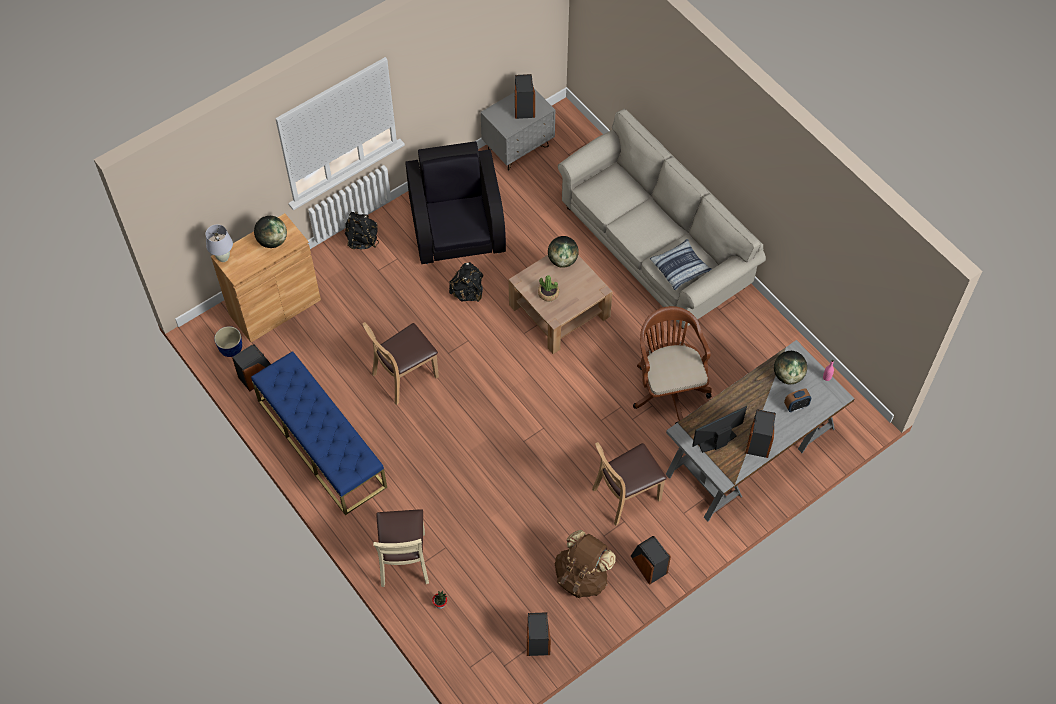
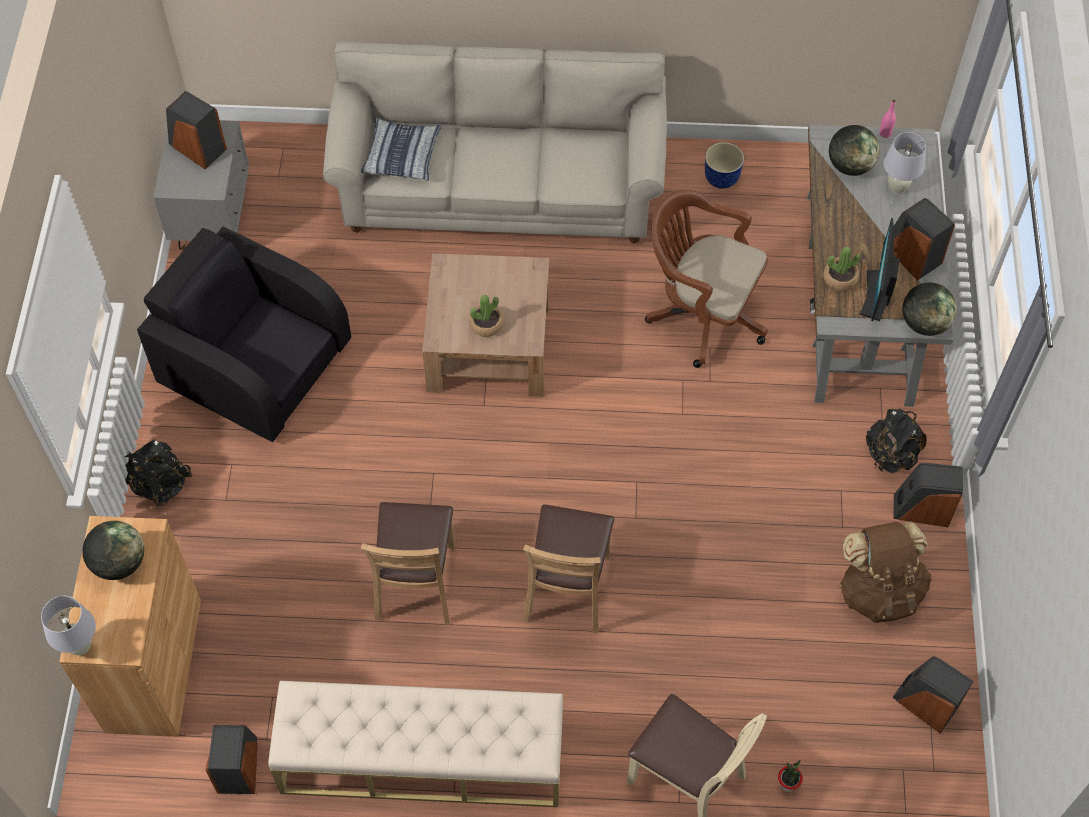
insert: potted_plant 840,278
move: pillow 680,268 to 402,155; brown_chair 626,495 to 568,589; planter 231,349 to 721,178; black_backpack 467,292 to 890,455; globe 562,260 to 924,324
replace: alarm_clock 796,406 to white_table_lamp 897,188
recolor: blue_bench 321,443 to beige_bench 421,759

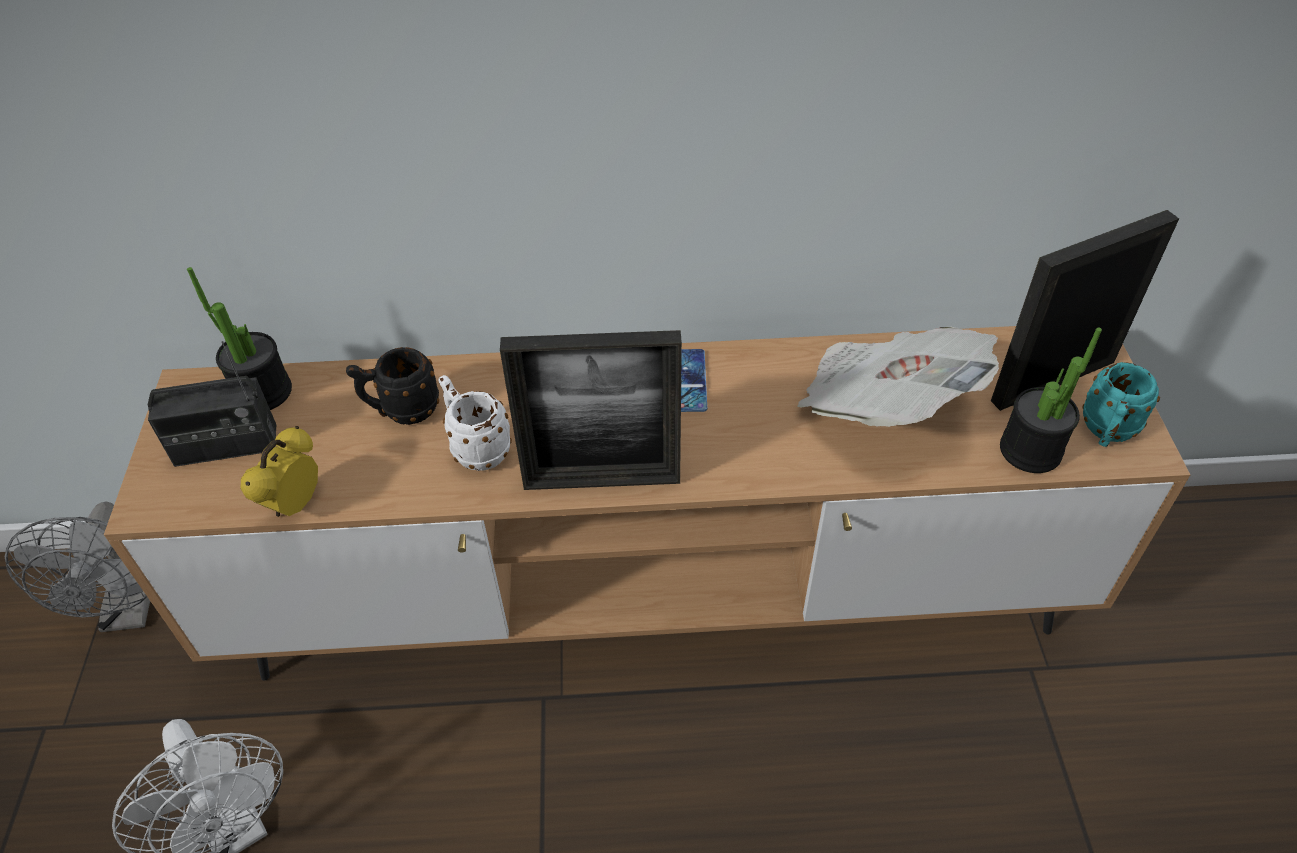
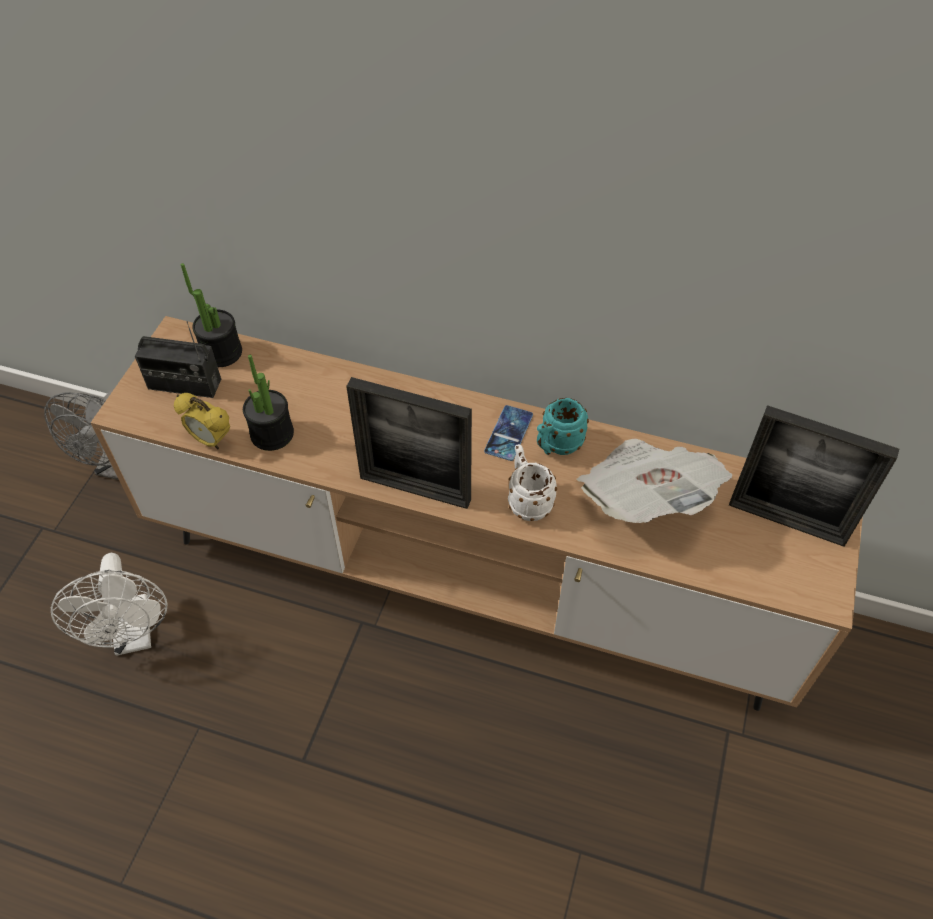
delete: black_mug 402,411
move: potted_plant 1030,450 to 272,434; white_mug 476,448 to 527,500; turquoise_mug 1106,432 to 556,446
rotate: alarm_clock 295,505 = 211,440 105 degrees counterclockwise; picture_frame 1053,381 = 787,521 150 degrees counterclockwise

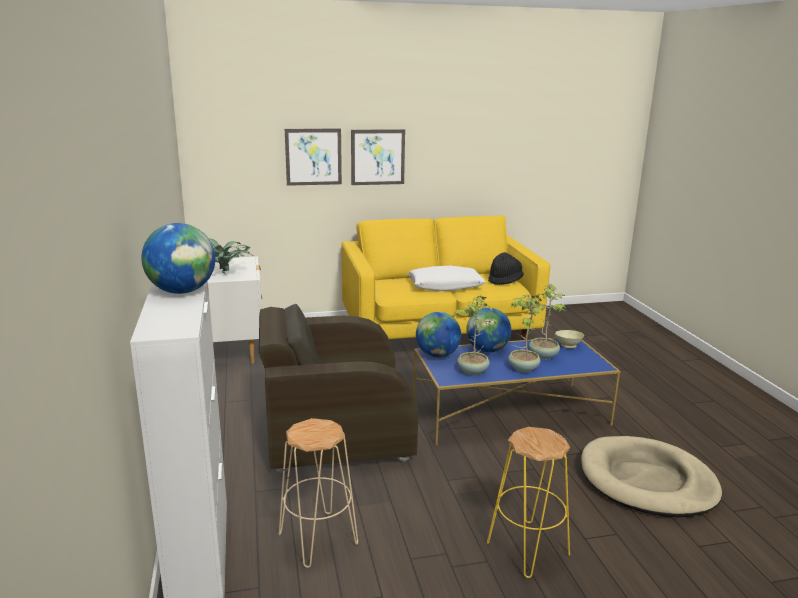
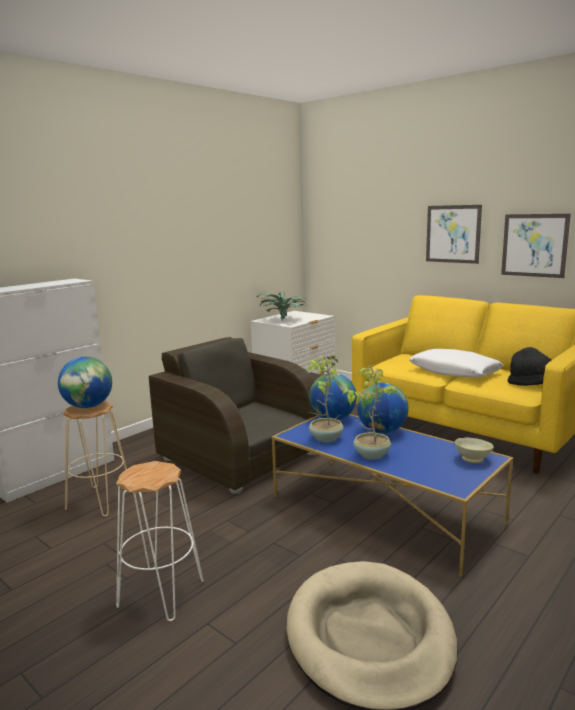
delete: potted_plant 543,355
move: globe 182,291 to 88,406; picture 313,157 to 534,245
recolor: yellow_stool 527,548 to white_stool 161,593

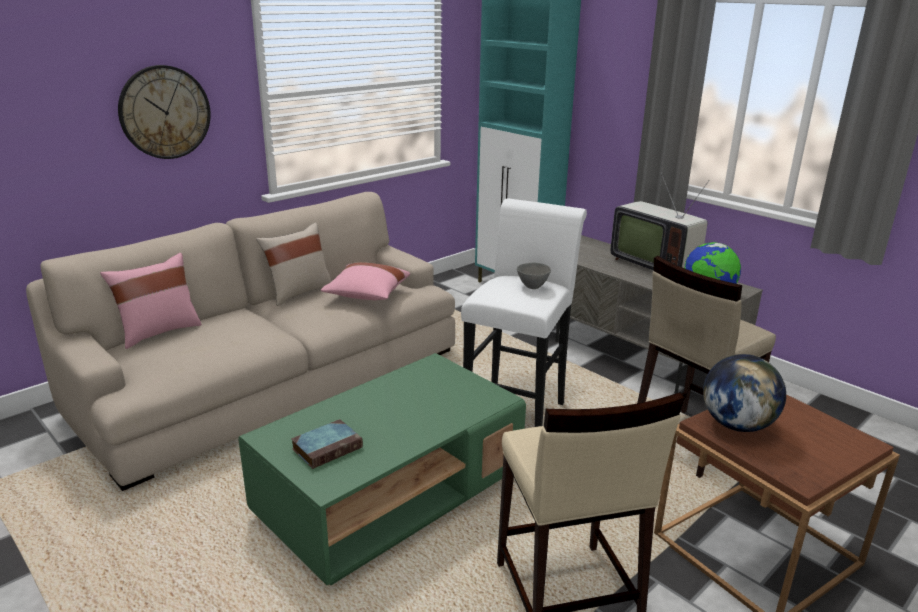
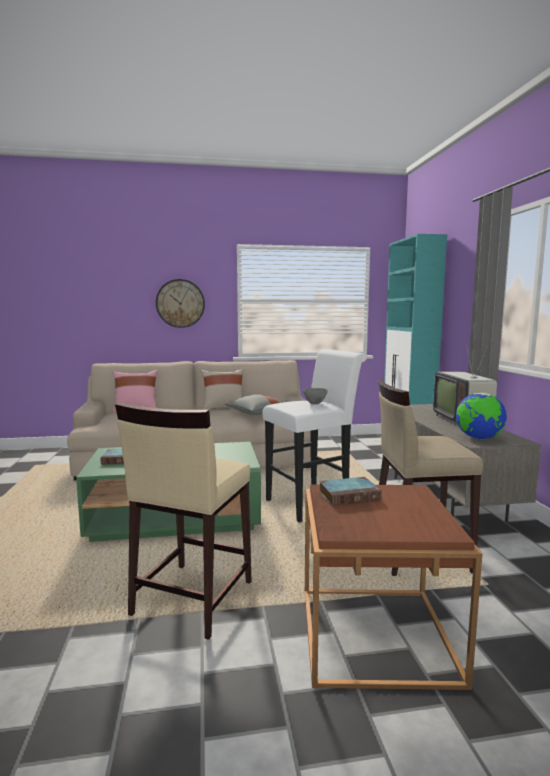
replace: globe 737,425 to book 350,495
recolor: pink_pillow 367,295 to grey_pillow 255,414

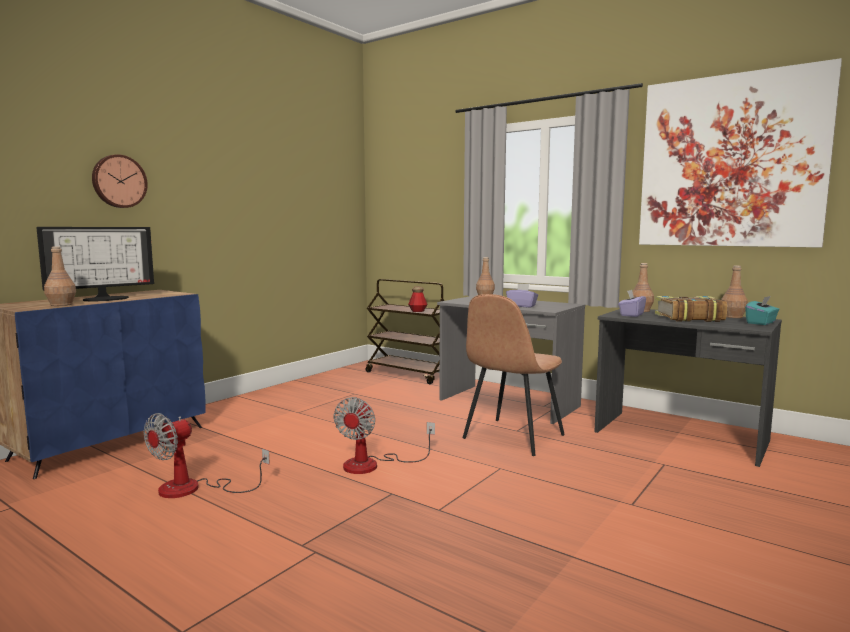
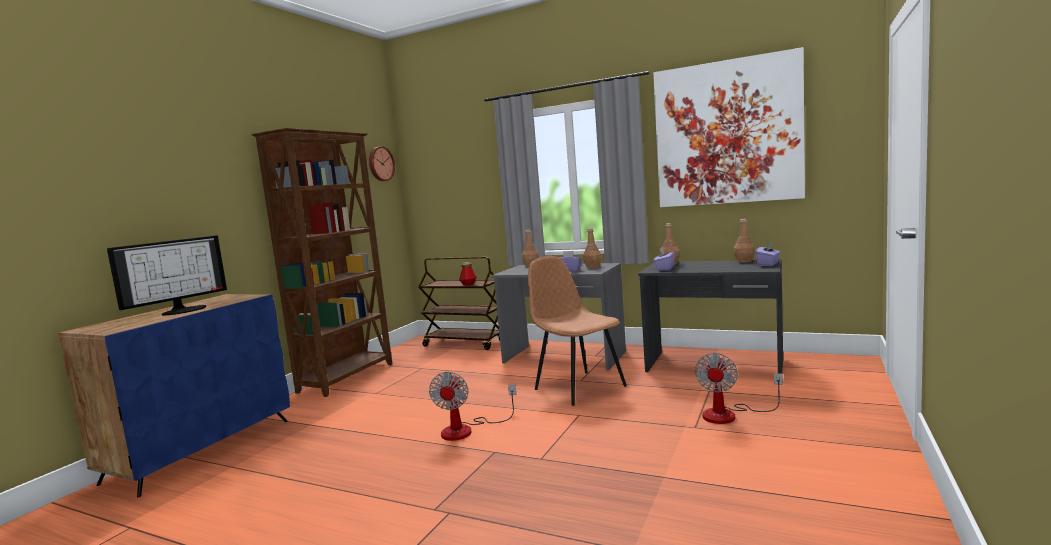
delete: book 688,318
insert: brown_bookcase 348,377
move: wall_clock 118,181 to 380,164; brown_bottle 61,305 to 592,267; fan 193,489 to 729,414
recolor: turquoise_tissue_box 761,323 to purple_tissue_box 768,264
rotate: brown_chair 512,437 = 578,387 120 degrees clockwise

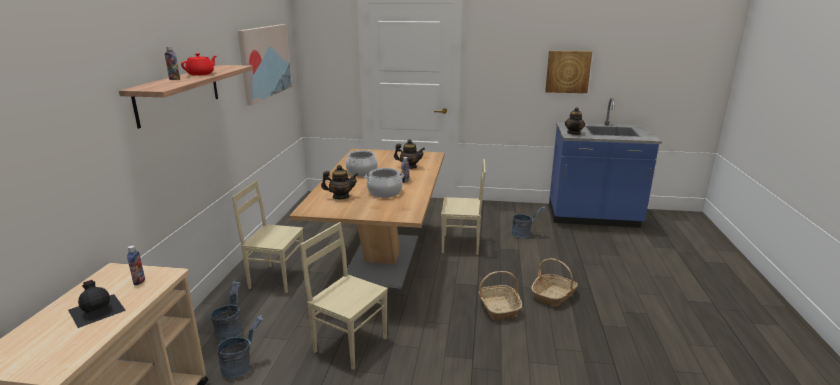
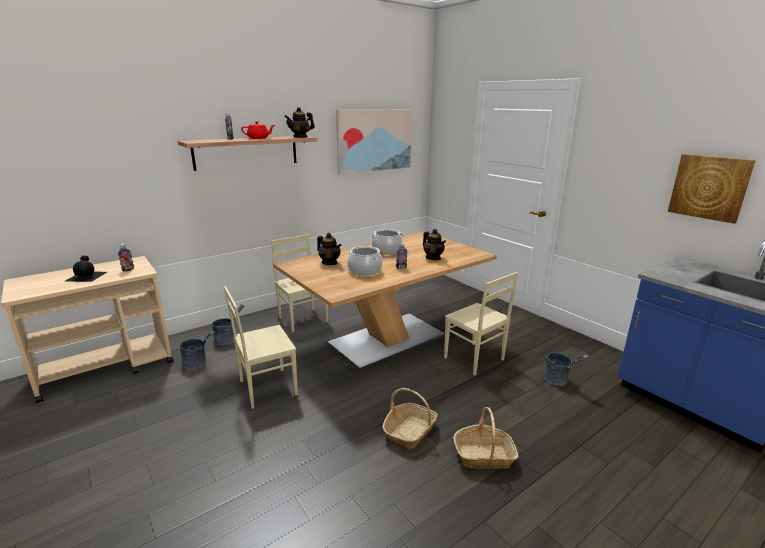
move: teapot 574,133 to 300,137
rotate: beige_chair 350,343 = 266,387 105 degrees counterclockwise

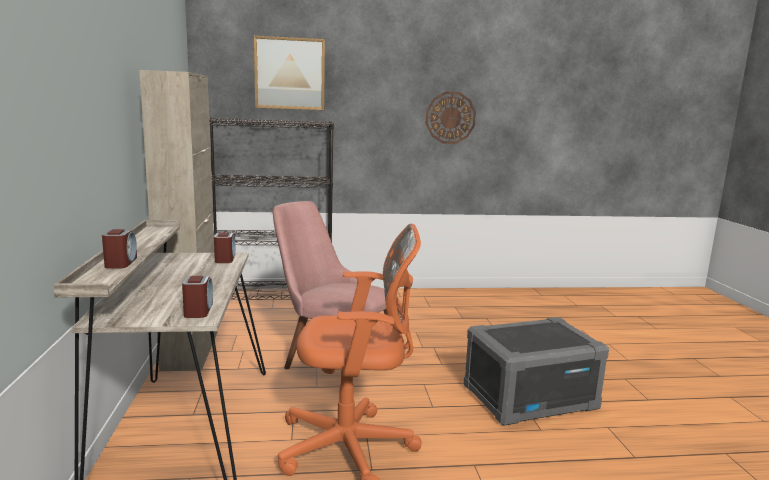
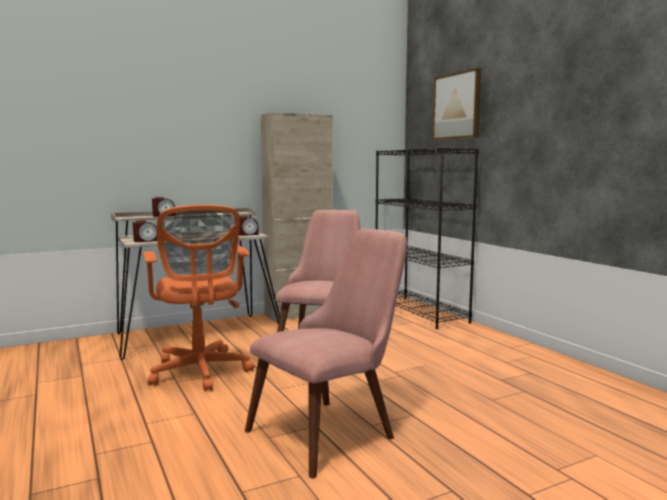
delete: wall_clock 450,117
replace: grey_storage_box 530,397 to pink_chair 333,428

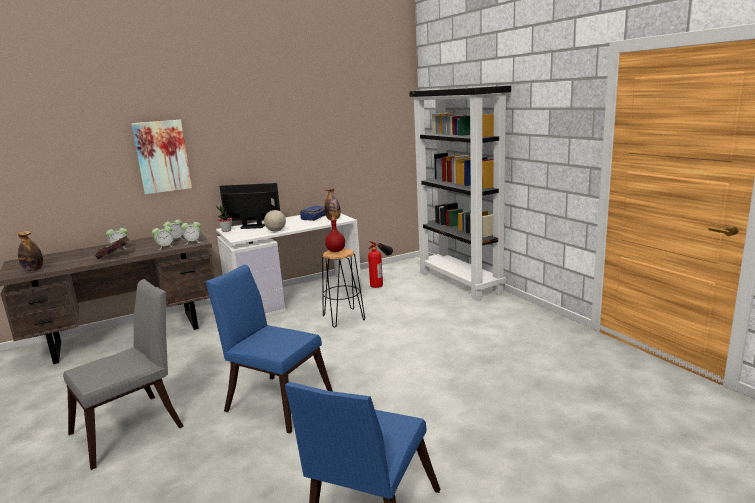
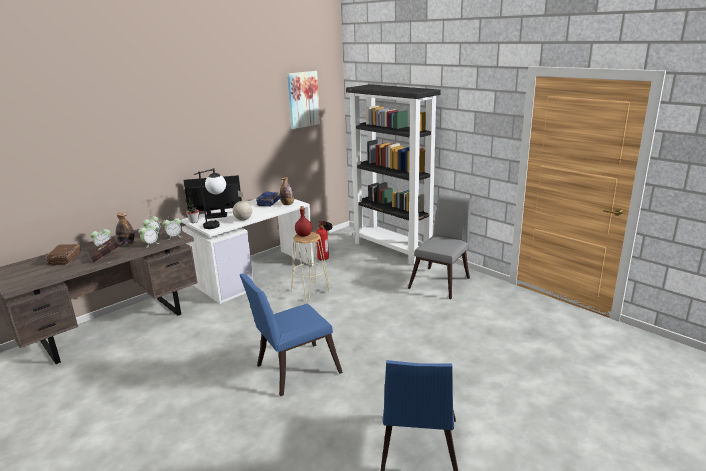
insert: brown_book 64,260; table_lamp 217,224
move: bottle 33,269 to 127,244; picture 162,156 to 303,99; grey_chair 134,427 to 442,281
recolor: black_stool 343,318 to beige_stool 310,291
rotate: blue_chair 275,400 = 293,370 45 degrees counterclockwise

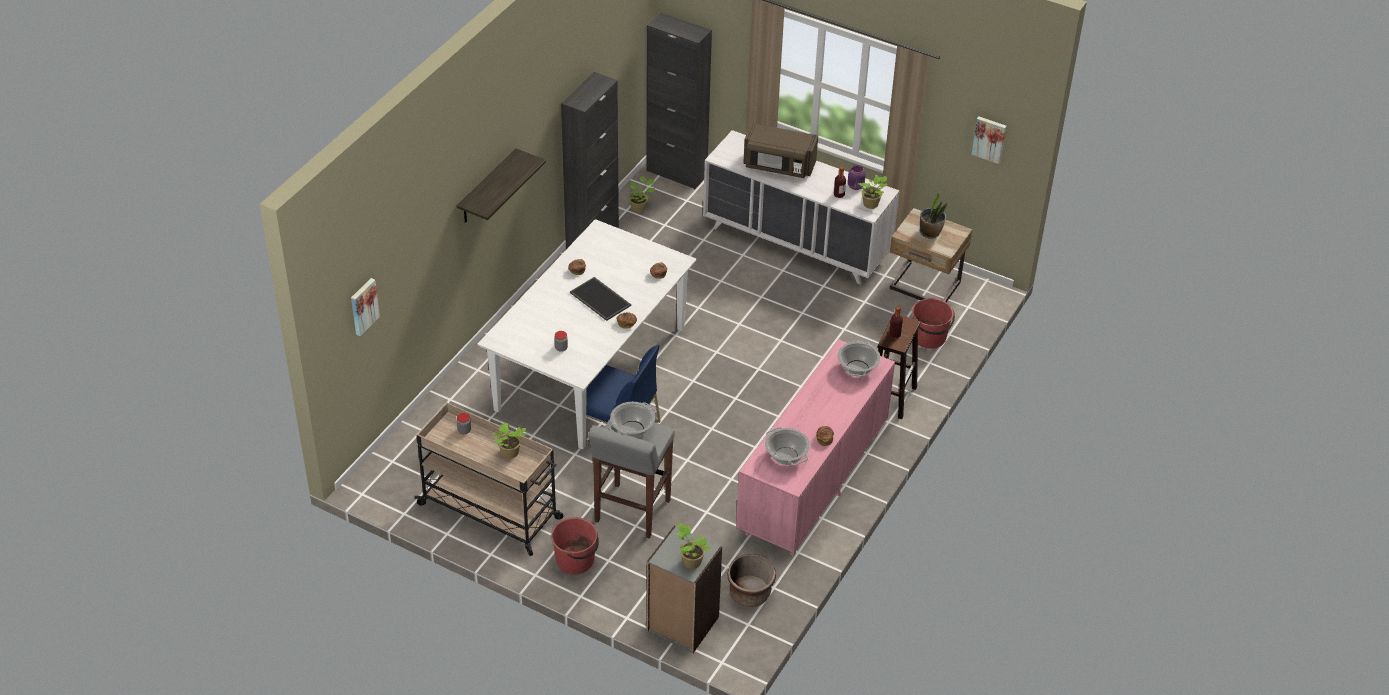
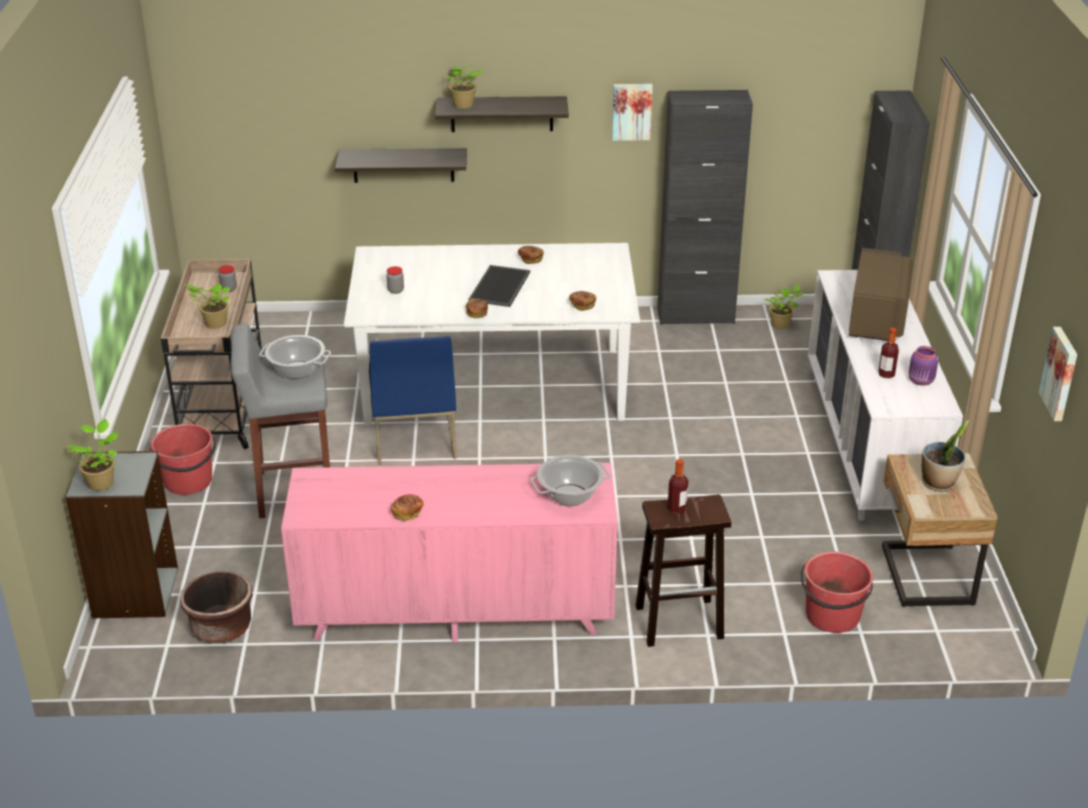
delete: cooking_pot 786,456
insert: shelf 403,165
move: potted_plant 871,205 to 463,106; picture 363,306 to 631,111
rotate: brown_microwave 778,166 = 877,317 150 degrees counterclockwise

